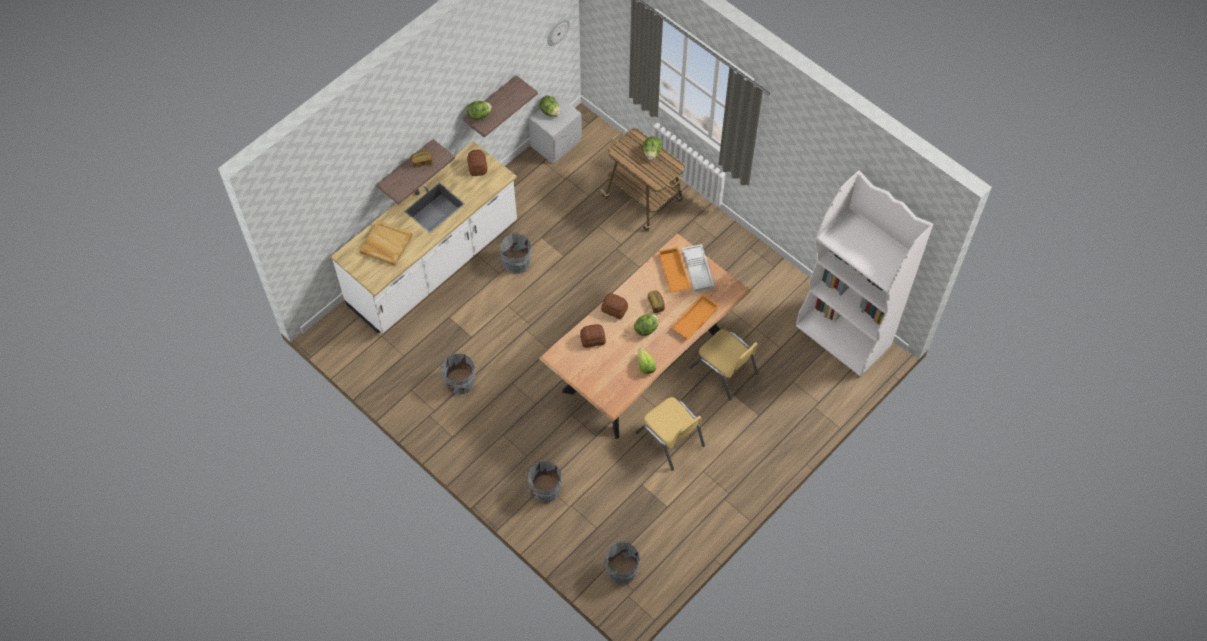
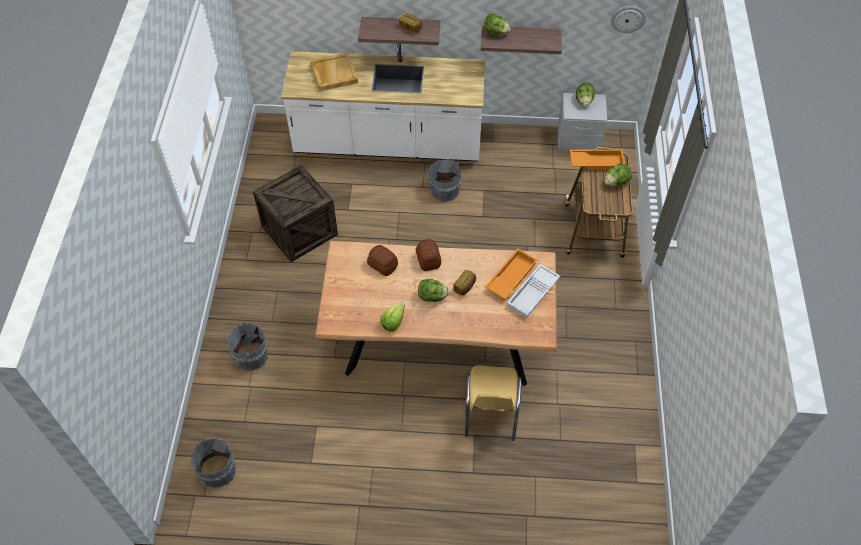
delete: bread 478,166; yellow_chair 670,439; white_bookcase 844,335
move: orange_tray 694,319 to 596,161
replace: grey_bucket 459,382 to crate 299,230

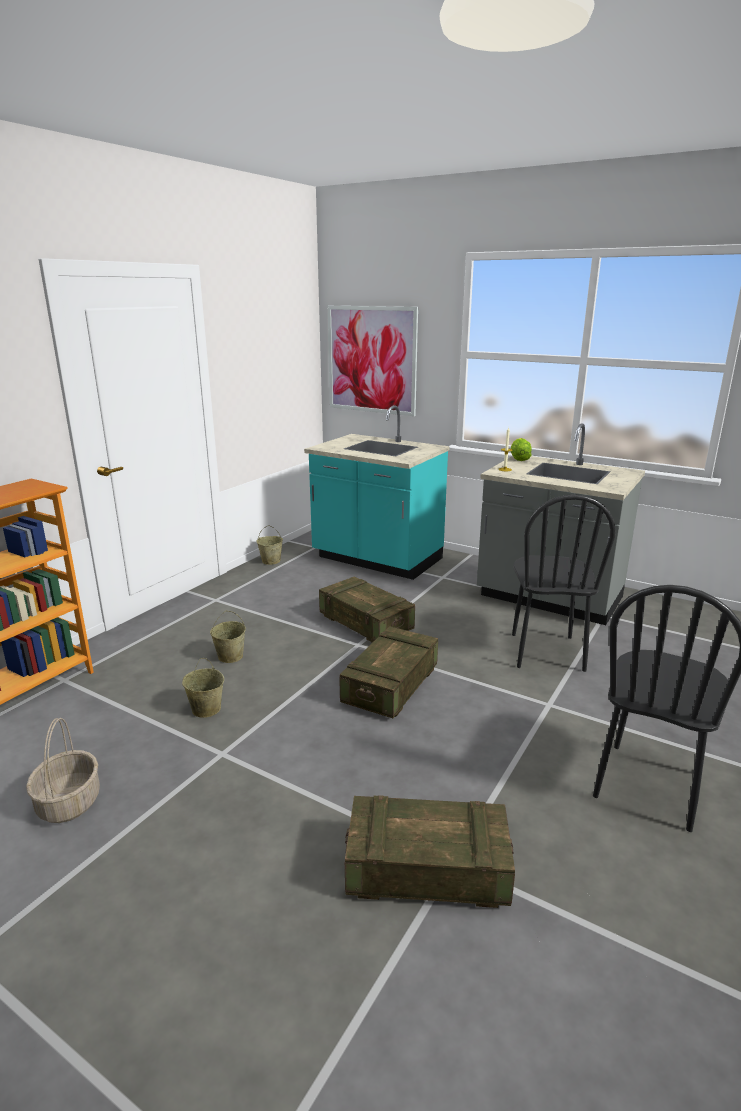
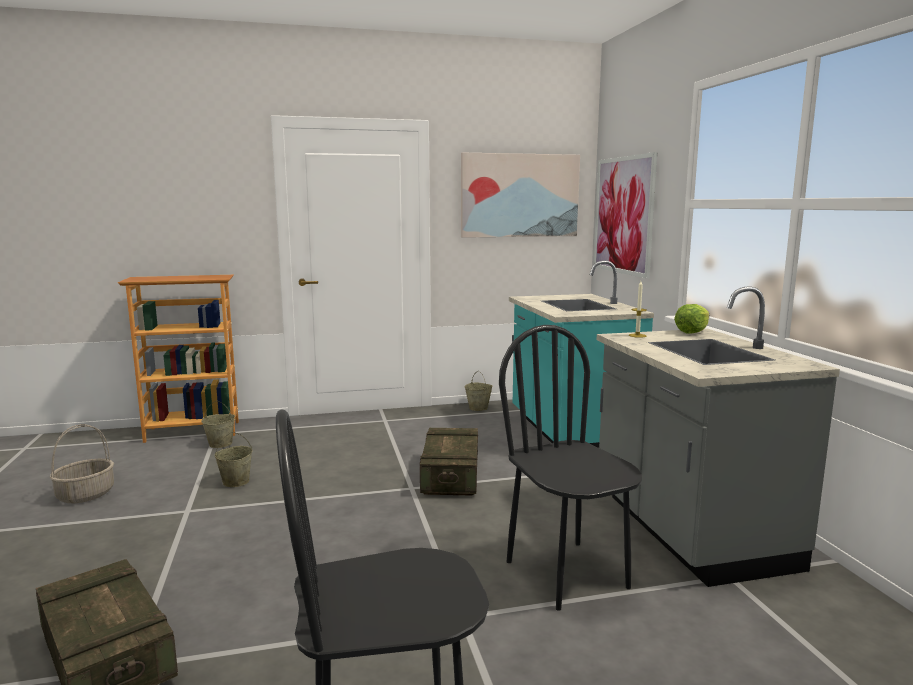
delete: crate 390,686
insert: picture 519,195
move: beige_bucket 230,656 to 221,444
rotate: black_chair 546,652 = 567,574 105 degrees clockwise

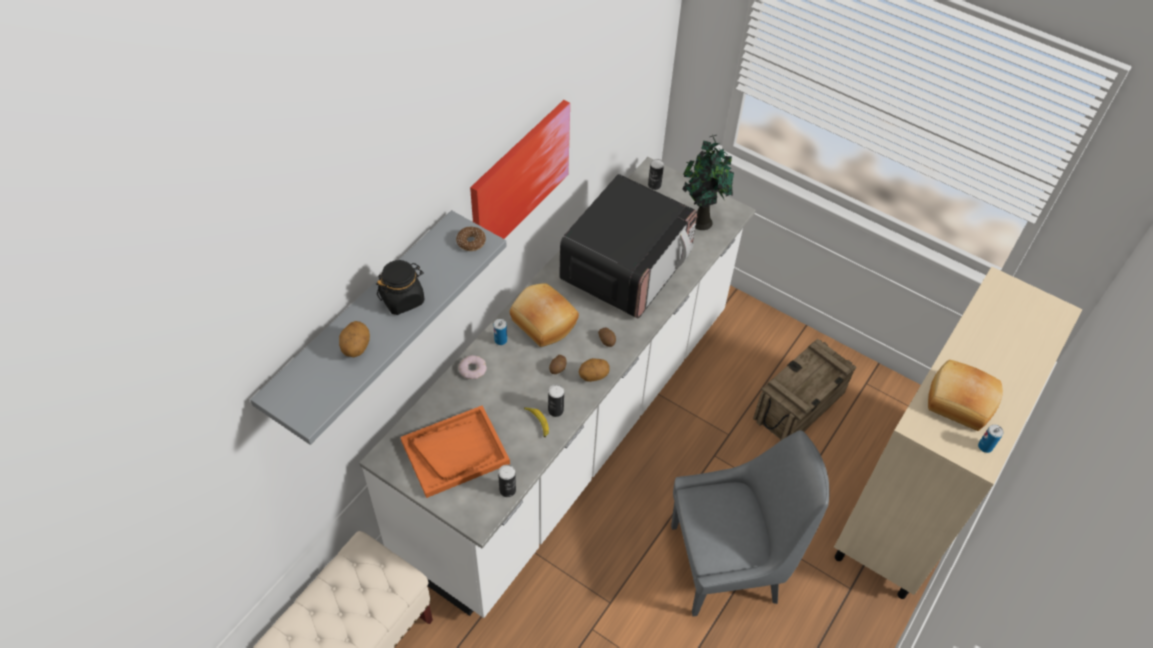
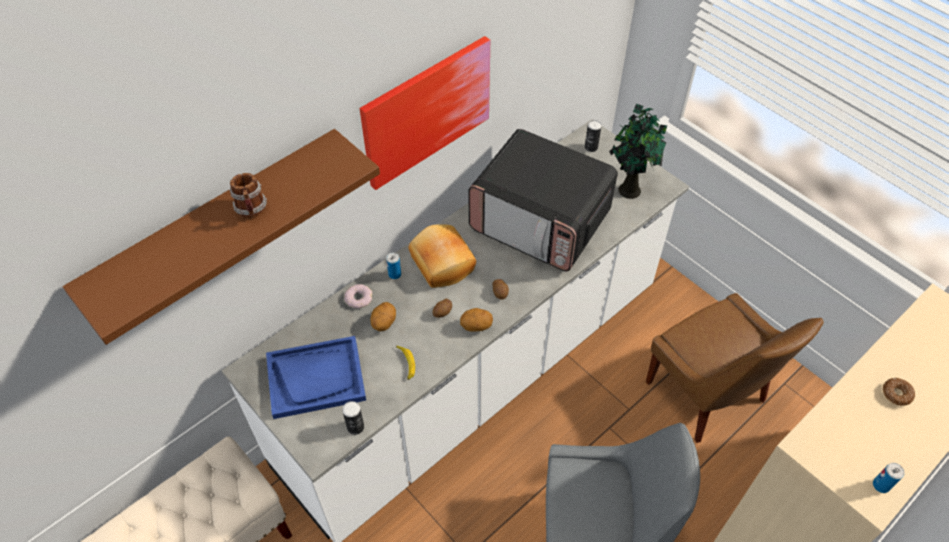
delete: can 555,410; bread 959,403
move: potato 356,347 to 383,323; donut 471,242 to 896,394
replace: black_jar 402,299 to mug 252,209; crate 799,407 to brown_chair 708,395
recolor: grey_shelf 362,318 to brown_shelf 217,224; orange_tray 455,452 to blue_tray 316,378
rotate: microwave 626,267 = 540,223 75 degrees clockwise

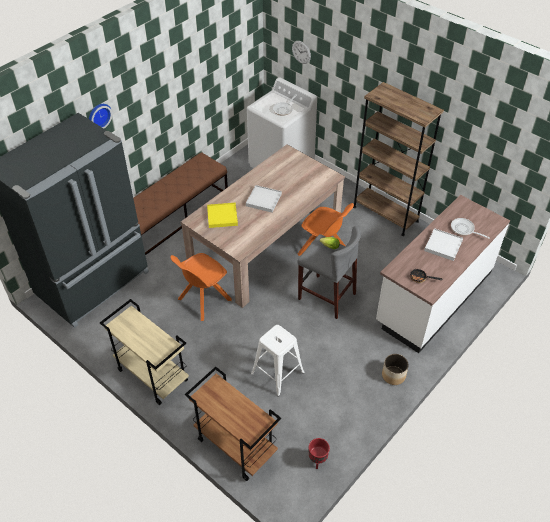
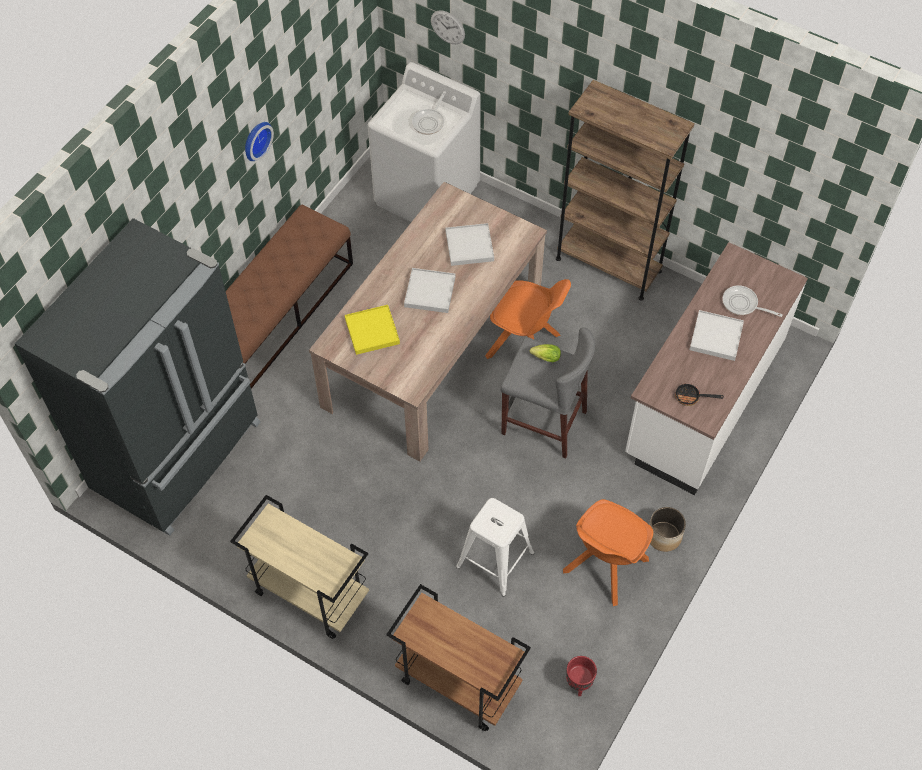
insert: white_tray 469,246
move: wall_clock 98,115 to 255,140; orange_chair 203,300 to 604,567

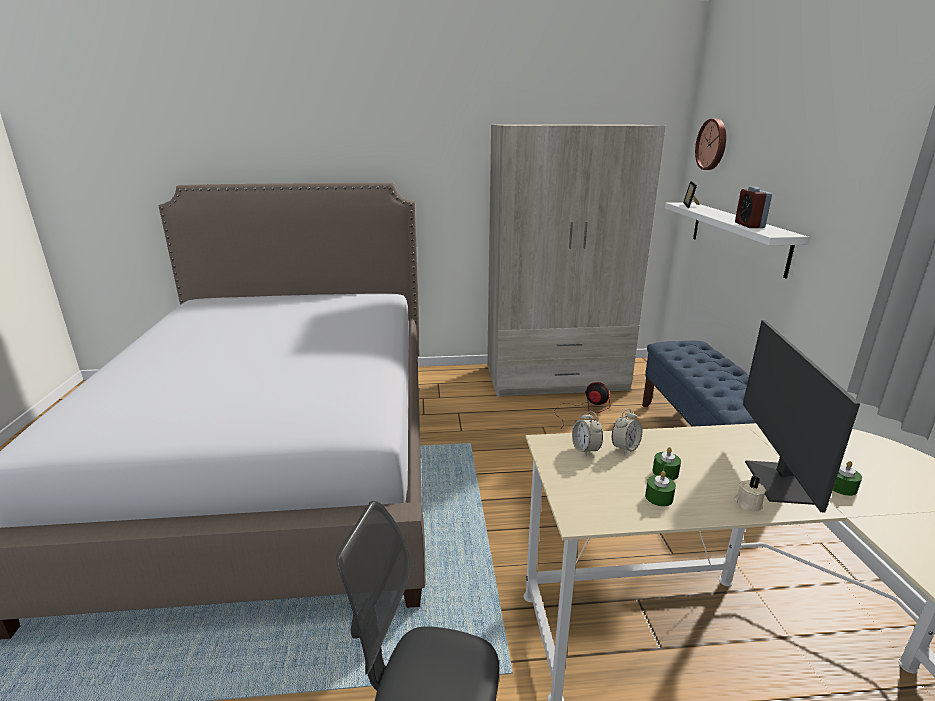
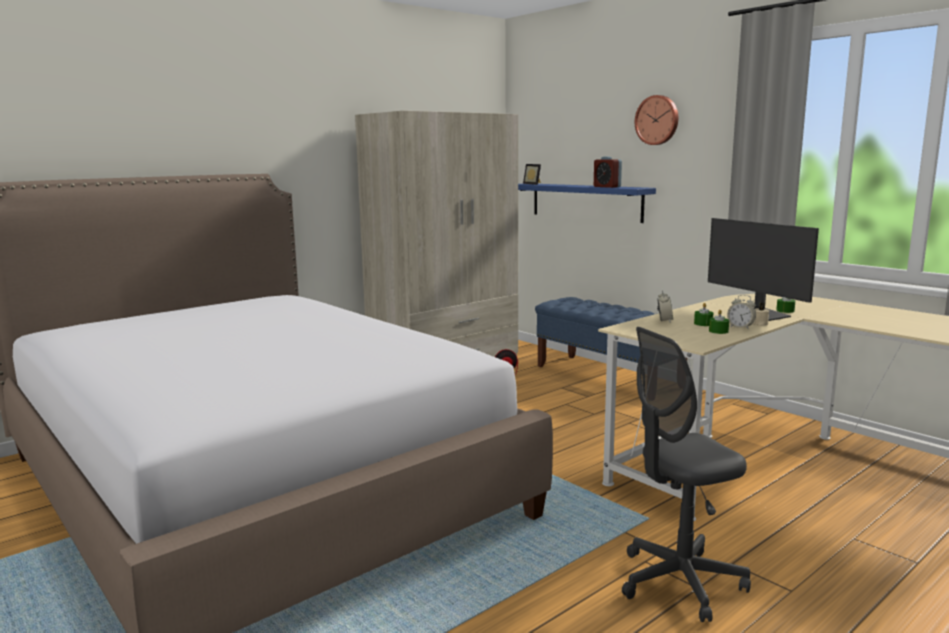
move: wall_clock 712,144 to 657,120; alarm_clock 585,449 to 740,327
recolor: white_shelf 737,236 to blue_shelf 585,201

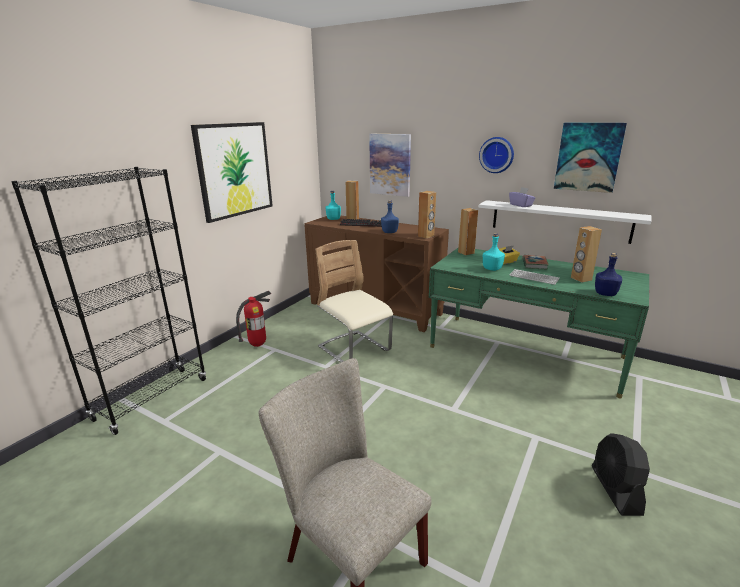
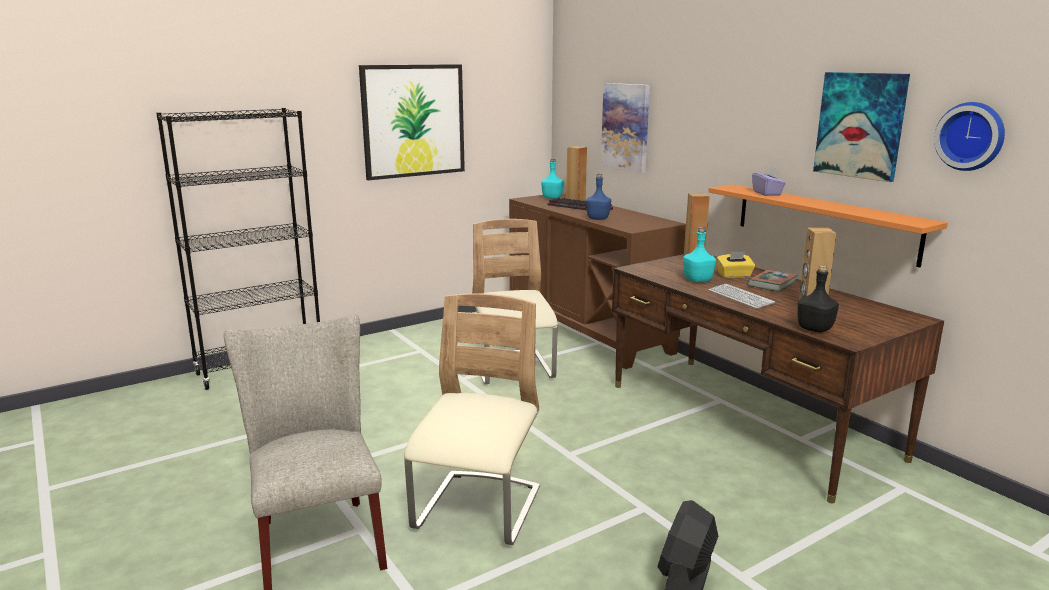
delete: fire_extinguisher 258,345; brown_speaker 426,236
insert: beige_chair 478,510
move: wall_clock 497,155 to 971,136
recolor: green_desk 525,352 to brown_desk 748,420; white_shelf 559,221 to orange_shelf 824,222; blue_bottle 604,293 to black_bottle 814,329

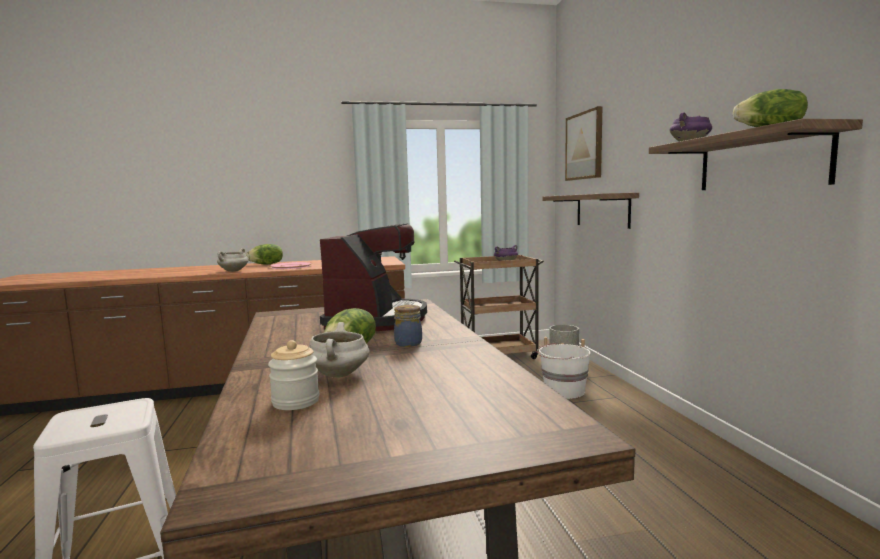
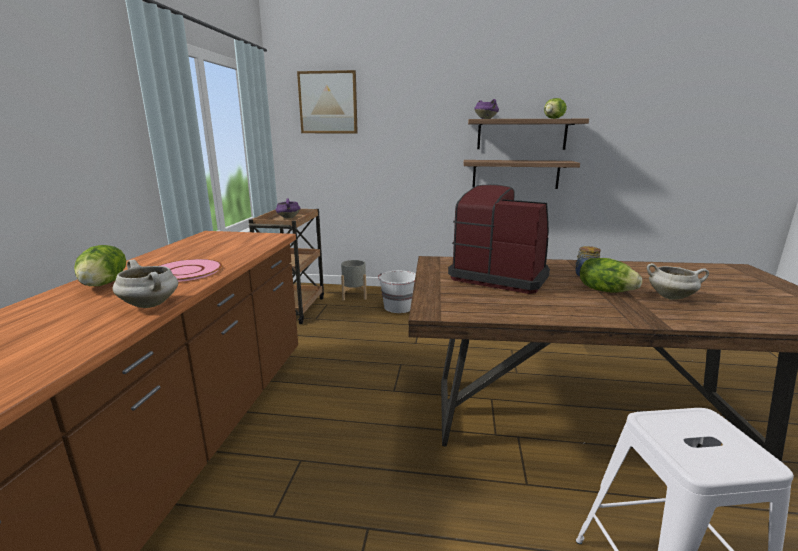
delete: jar 296,401
move: shelf 602,210 to 515,174

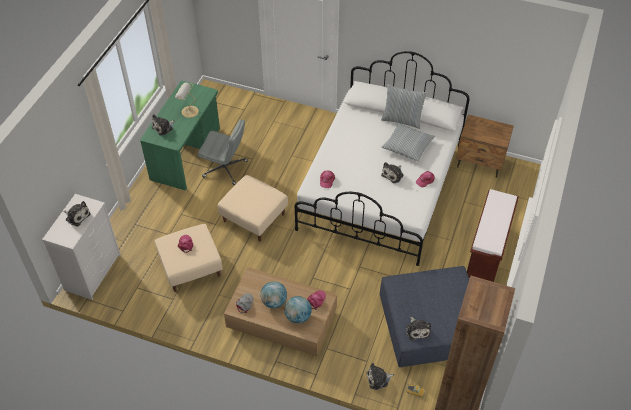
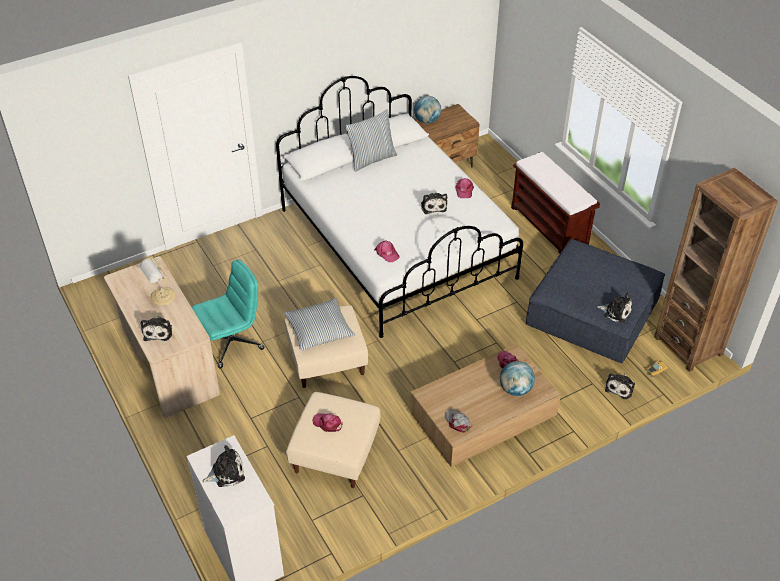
move: pillow 407,146 to 319,329; globe 274,302 to 427,120
recolor: green_desk 186,154 to beige_desk 168,362; grey_office_chair 225,169 to turquoise_office_chair 232,343

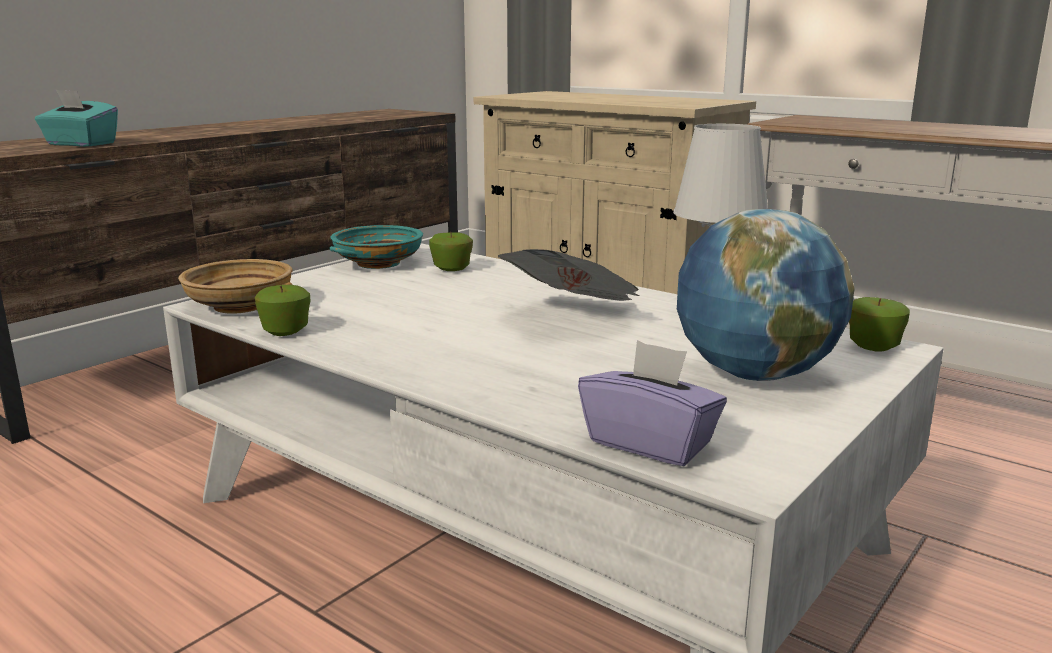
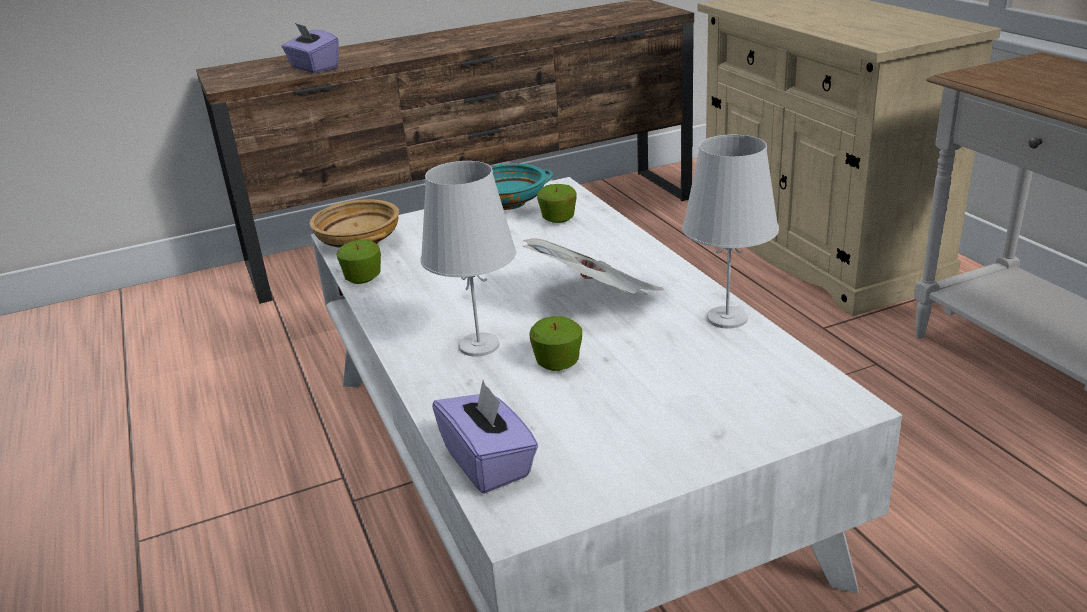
delete: globe 754,375
insert: white_table_lamp 478,345
move: apple 873,346 to 557,363
recolor: turquoise_tissue_box 80,144 to purple_tissue_box 313,68

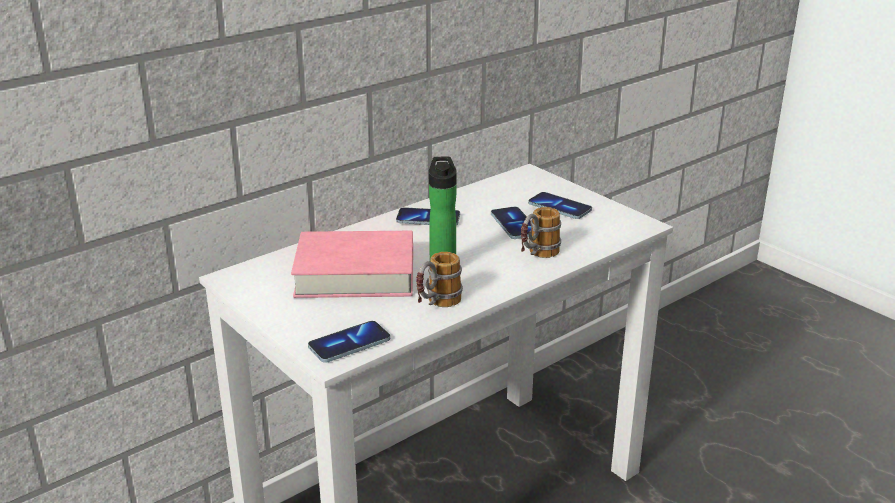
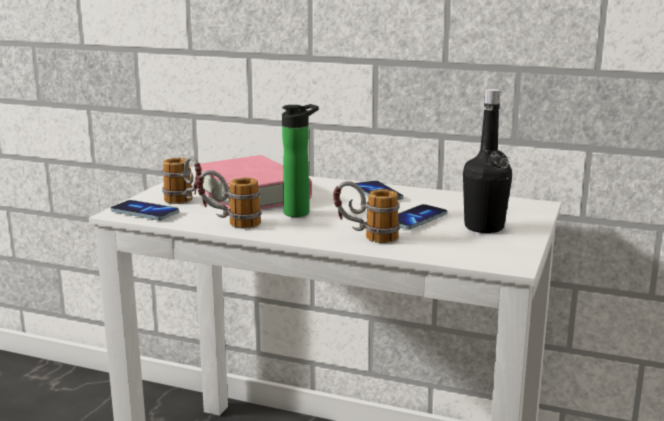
insert: mug 185,202
replace: phone 559,207 to black_bottle 484,227

